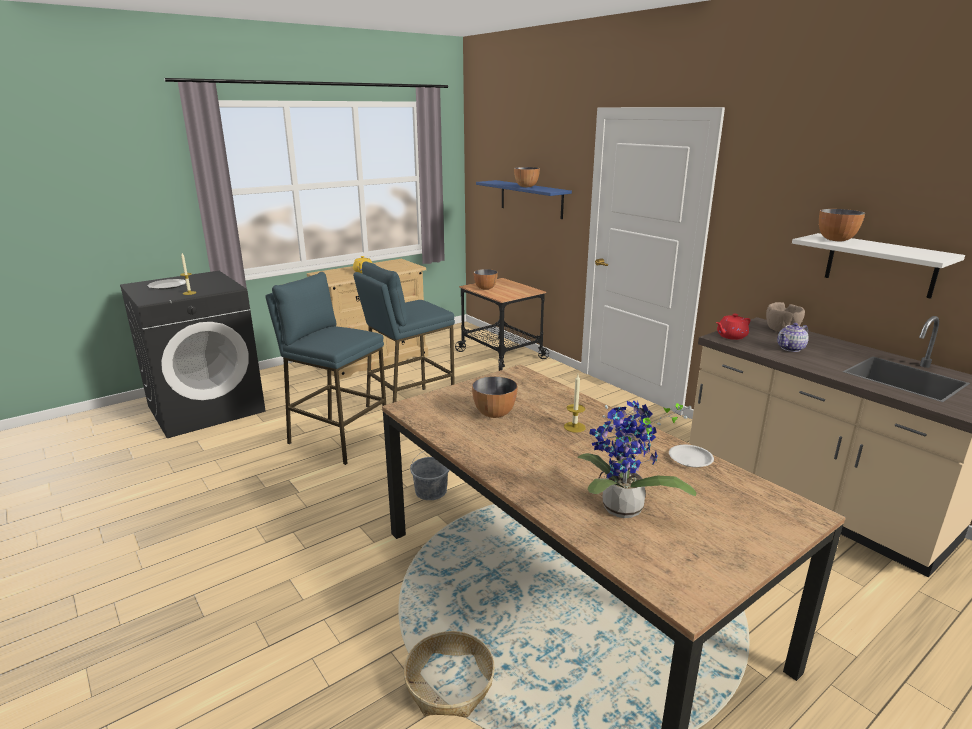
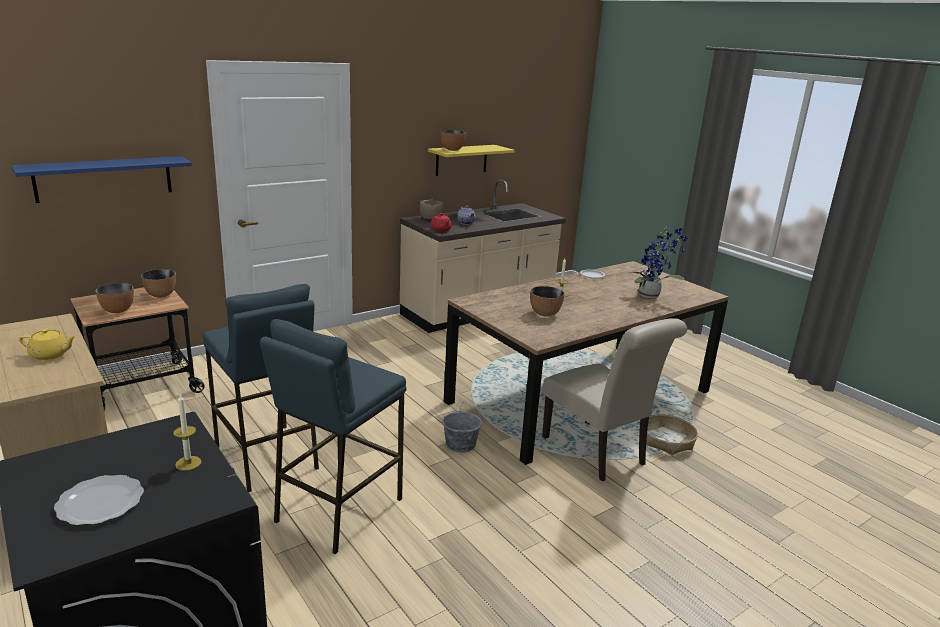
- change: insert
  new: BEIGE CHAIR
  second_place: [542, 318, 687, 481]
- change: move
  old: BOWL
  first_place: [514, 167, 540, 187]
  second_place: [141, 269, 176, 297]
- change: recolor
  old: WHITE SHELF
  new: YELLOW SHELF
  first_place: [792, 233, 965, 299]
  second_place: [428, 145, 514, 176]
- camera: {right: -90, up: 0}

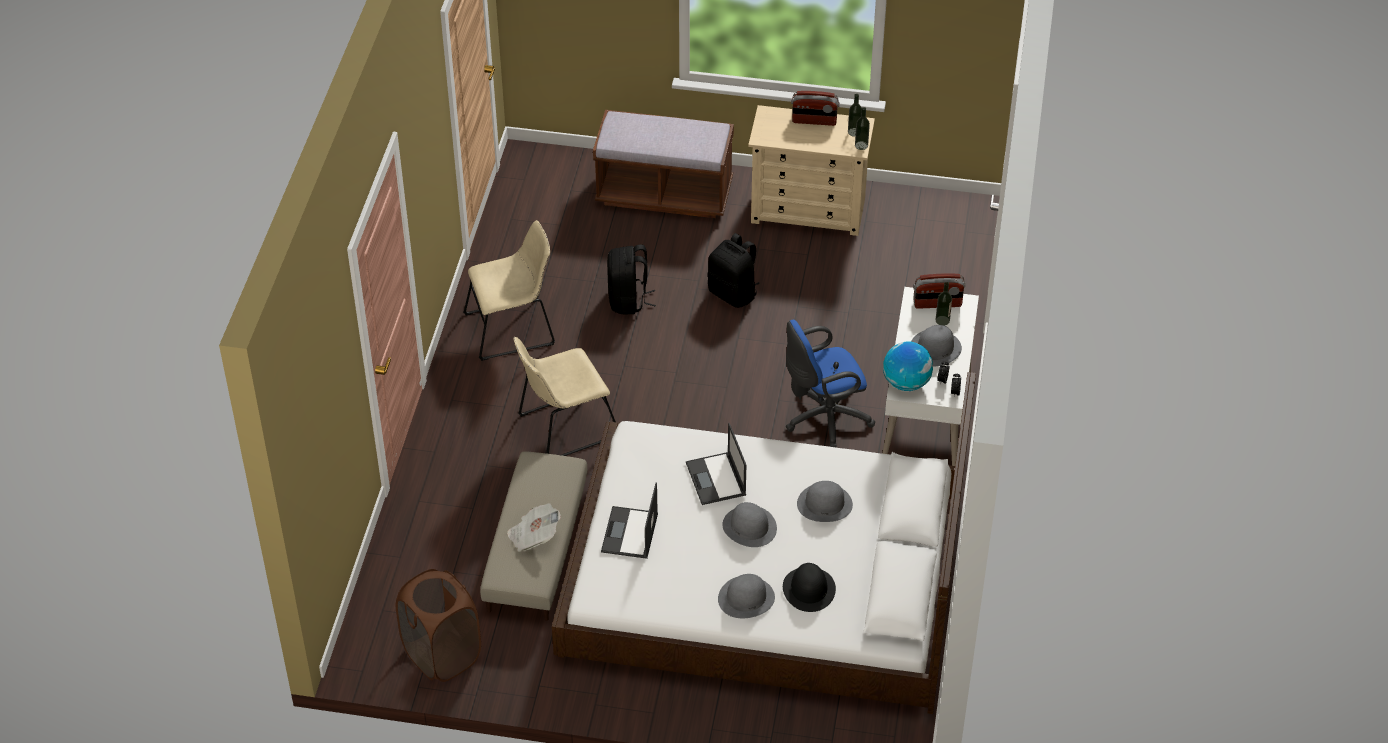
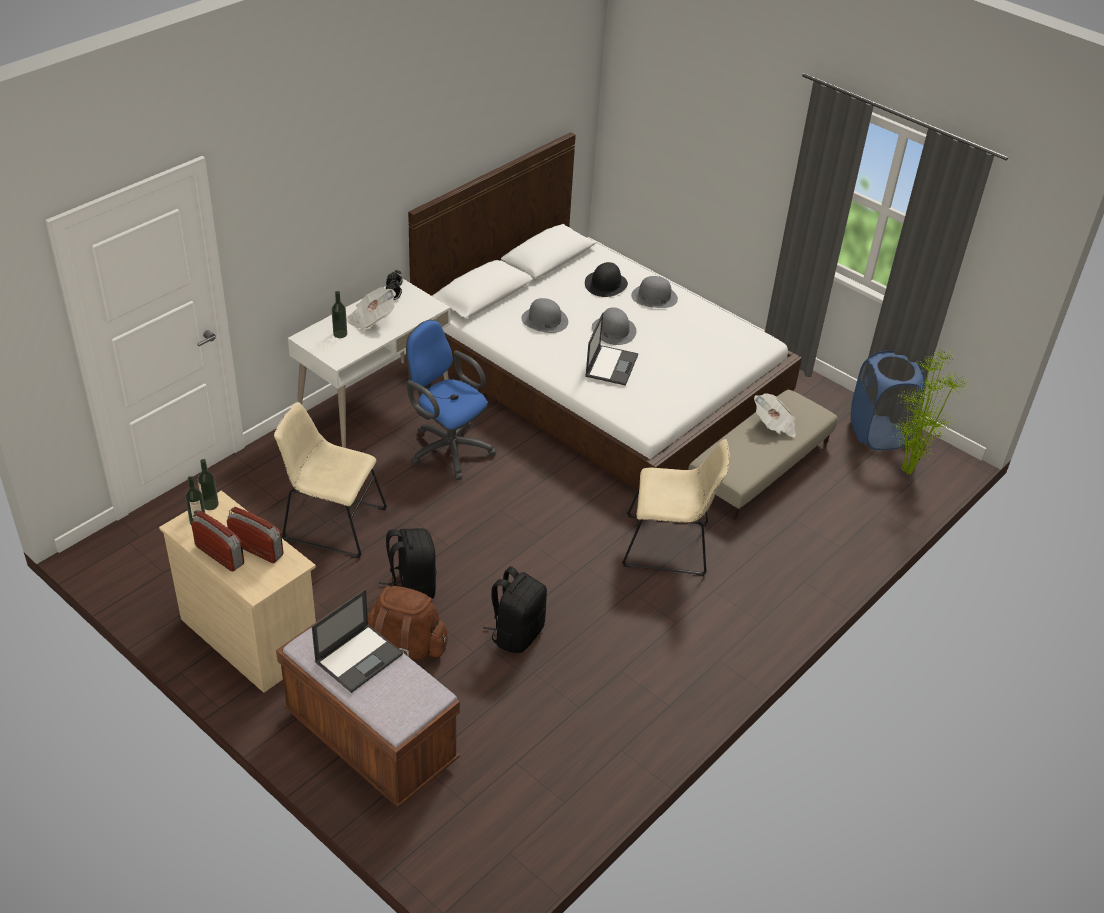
- change: delete
  old: GLOBE
  first_place: [883, 342, 933, 391]
- change: insert
  new: BROWN BACKPACK
  second_place: [368, 586, 448, 661]
- change: insert
  new: POTTED PLANT
  second_place: [893, 349, 968, 475]
- change: move
  old: BEIGE CHAIR
  first_place: [463, 220, 555, 361]
  second_place: [274, 402, 387, 558]
- change: move
  old: LAPTOP
  first_place: [601, 483, 658, 559]
  second_place: [312, 589, 403, 693]
- change: move
  old: RADIO
  first_place: [913, 273, 966, 309]
  second_place: [227, 507, 283, 563]
- change: replace
  old: GREY HAT
  new: NEWSPAPER
  first_place: [911, 325, 962, 367]
  second_place: [346, 287, 396, 331]
- change: recolor
  old: BROWN LAUNDRY BASKET
  new: BLUE LAUNDRY BASKET
  first_place: [396, 569, 481, 682]
  second_place: [851, 351, 925, 450]
- change: rotate
  old: BLUE OFFICE CHAIR
  first_place: [786, 320, 875, 448]
  second_place: [406, 320, 496, 480]
  degrees: -150
- camera: {right: -150, up: -5}

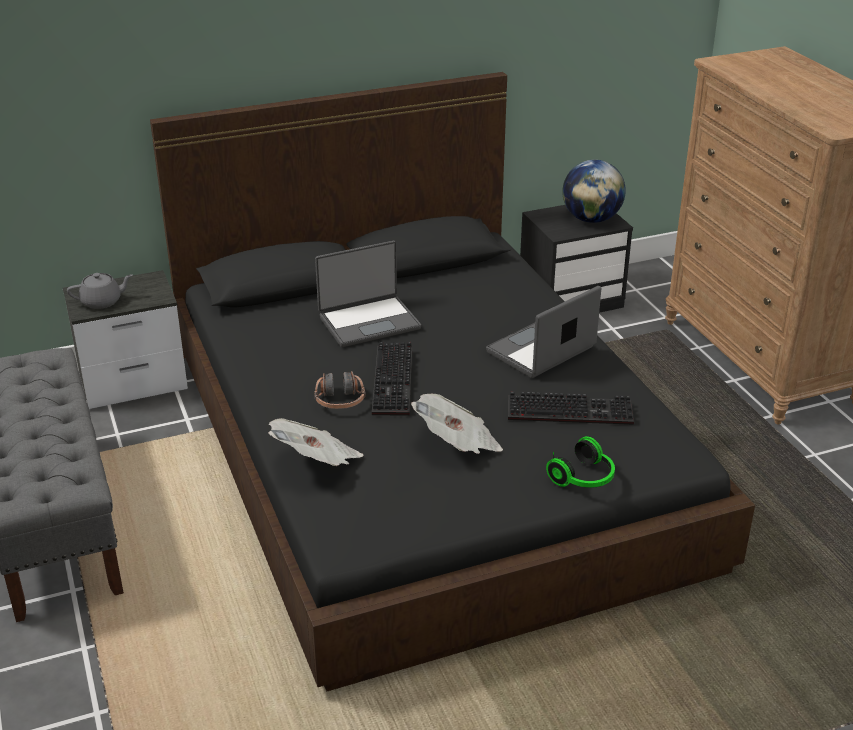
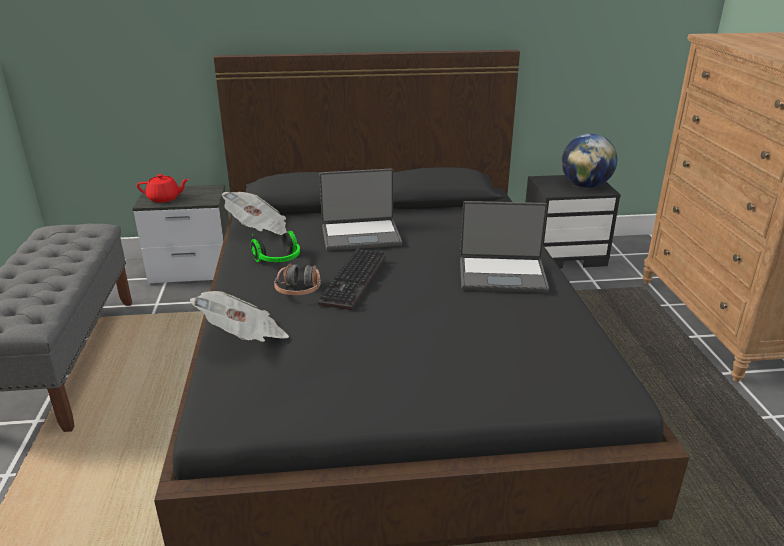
- change: delete
  old: KEYBOARD
  first_place: [508, 391, 634, 425]
- change: move
  old: NEWSPAPER
  first_place: [411, 393, 503, 454]
  second_place: [222, 192, 287, 235]
- change: move
  old: HEADPHONES
  first_place: [546, 436, 615, 488]
  second_place: [251, 231, 300, 262]
- change: recolor
  old: GREY TEAPOT
  new: RED TEAPOT
  first_place: [67, 273, 133, 309]
  second_place: [137, 174, 189, 203]
- change: rotate
  old: LAPTOP
  first_place: [486, 286, 601, 378]
  second_place: [460, 201, 549, 293]
  degrees: -150
- camera: {right: 15, up: -5}

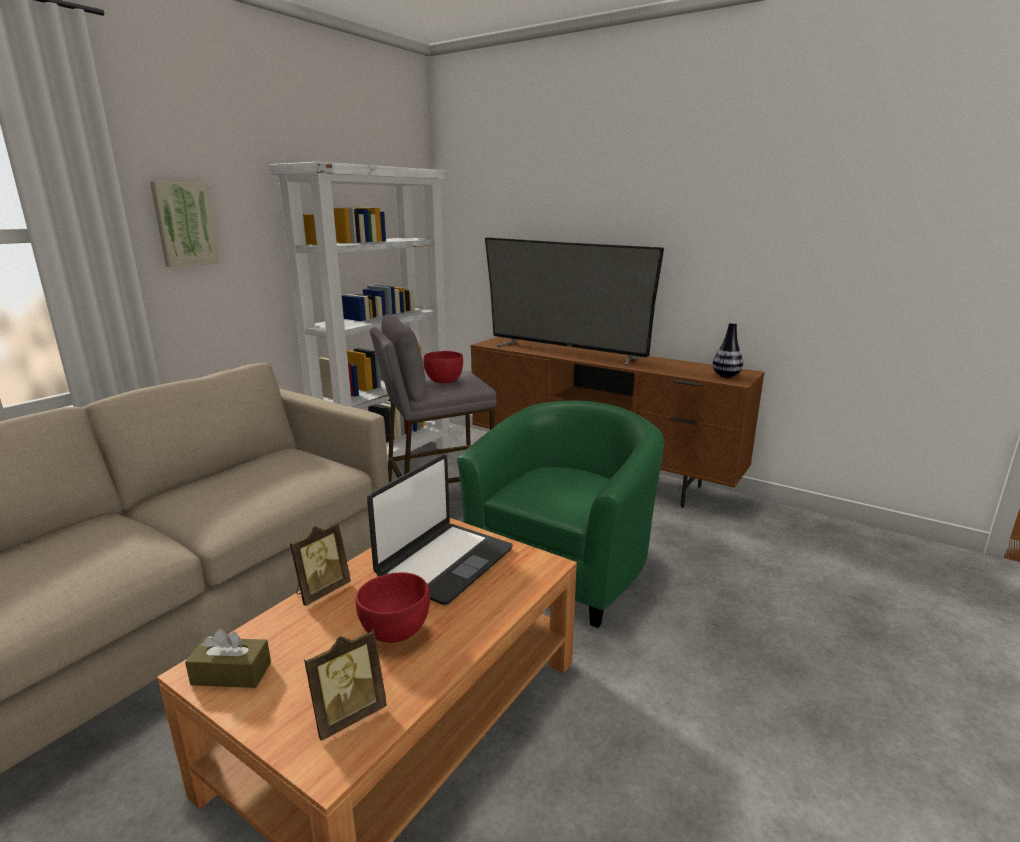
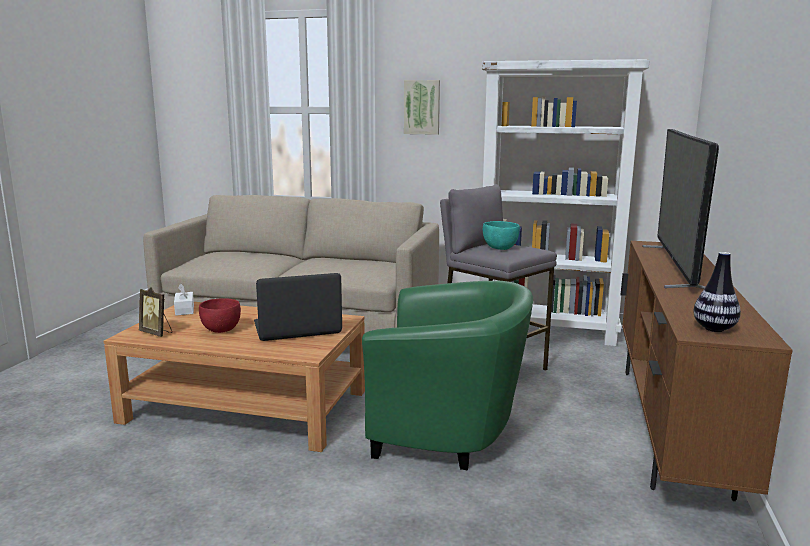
- change: delete
  old: PICTURE FRAME
  first_place: [290, 522, 351, 606]
- change: recolor
  old: BROWN TISSUE BOX
  new: WHITE TISSUE BOX
  first_place: [185, 629, 271, 688]
  second_place: [174, 284, 194, 315]
- change: recolor
  old: RED BOWL
  new: TURQUOISE BOWL
  first_place: [423, 351, 463, 383]
  second_place: [483, 221, 520, 250]
- change: rotate
  old: LAPTOP
  first_place: [367, 454, 513, 605]
  second_place: [254, 273, 342, 341]
  degrees: 150
- camera: {right: 70, up: -5}

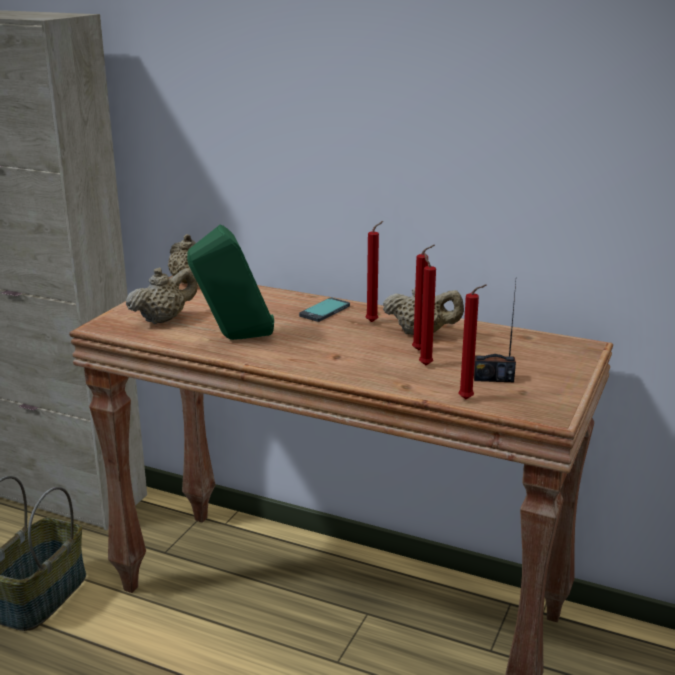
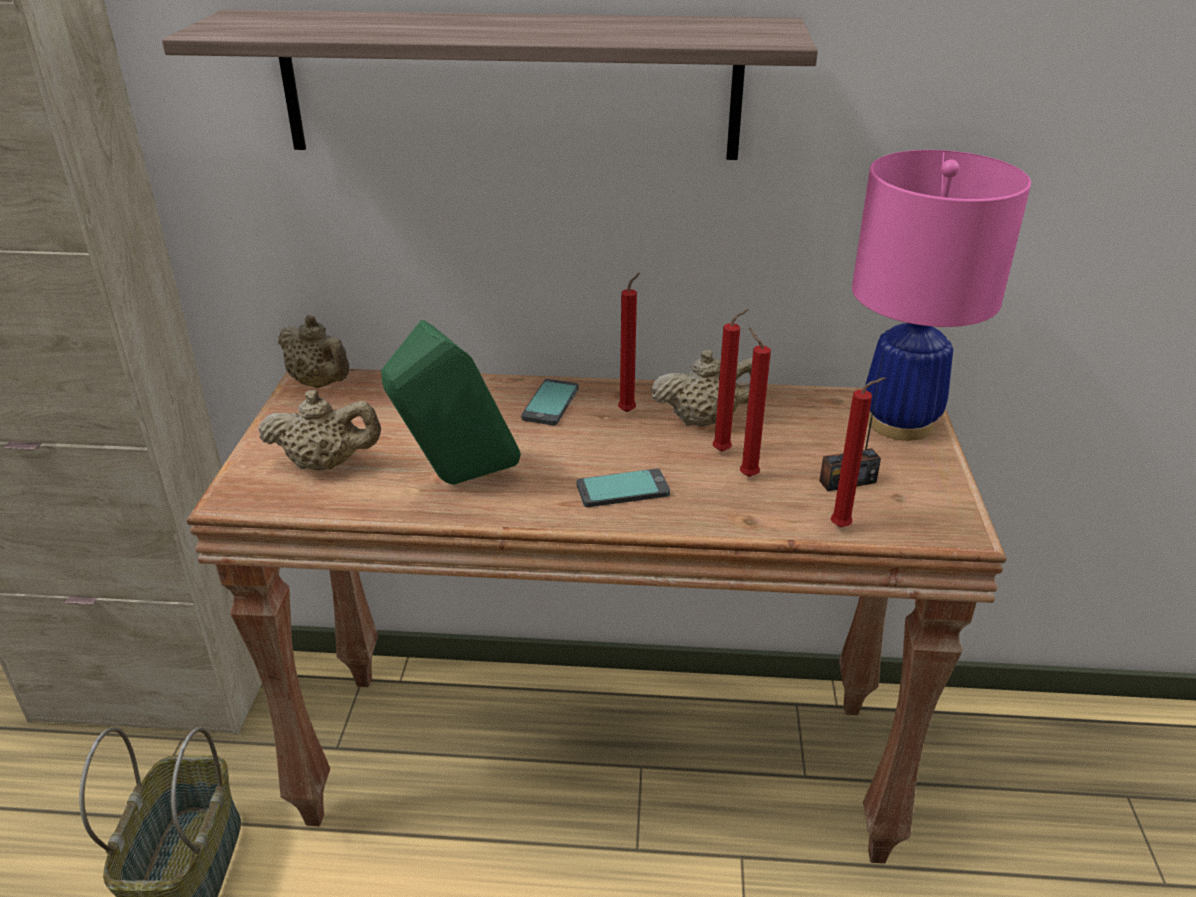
- change: insert
  new: SHELF
  second_place: [162, 9, 818, 160]
- change: insert
  new: PHONE
  second_place: [577, 469, 670, 507]
- change: insert
  new: PINK TABLE LAMP
  second_place: [852, 150, 1031, 441]
- change: rotate
  old: BEIGE TEAPOT
  first_place: [126, 267, 198, 324]
  second_place: [258, 390, 381, 470]
  degrees: 60
- camera: {right: -20, up: 10}

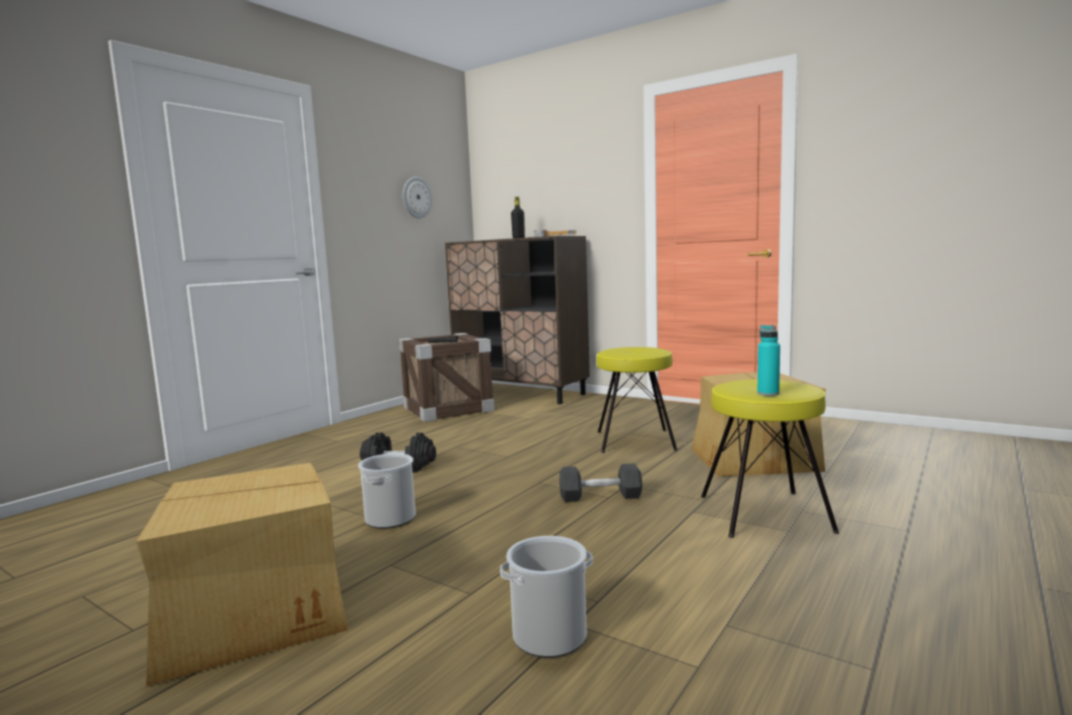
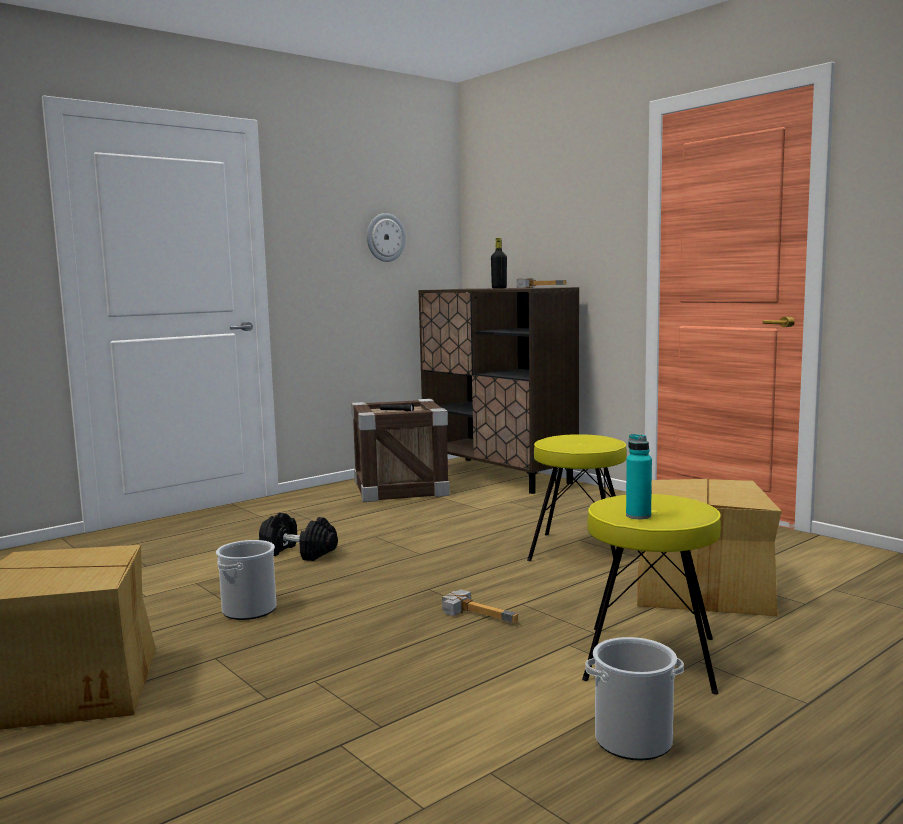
- change: move
  old: BUCKET
  first_place: [500, 536, 593, 658]
  second_place: [585, 637, 684, 761]
- change: replace
  old: GREY DUMBBELL
  new: HAMMER
  first_place: [559, 463, 642, 502]
  second_place: [442, 589, 518, 623]
- camera: {right: 15, up: 0}

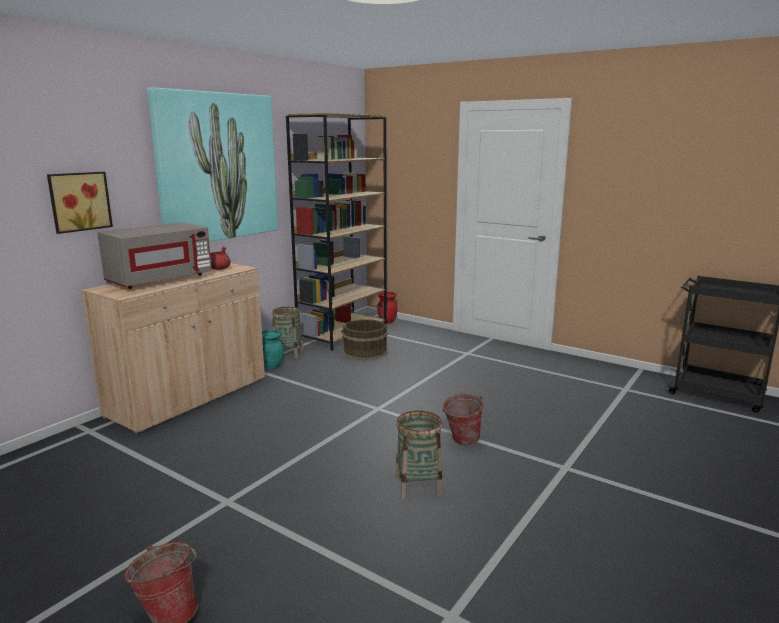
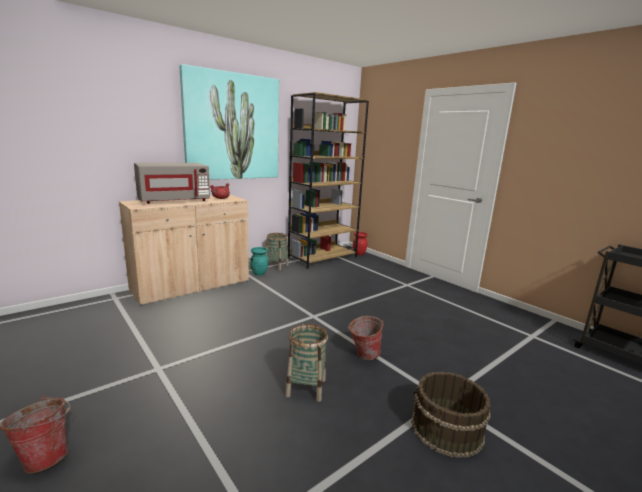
- change: delete
  old: PICTURE
  first_place: [47, 172, 113, 234]
- change: move
  old: BROWN BUCKET
  first_place: [342, 319, 388, 360]
  second_place: [411, 372, 490, 458]
- camera: {right: 15, up: 0}

